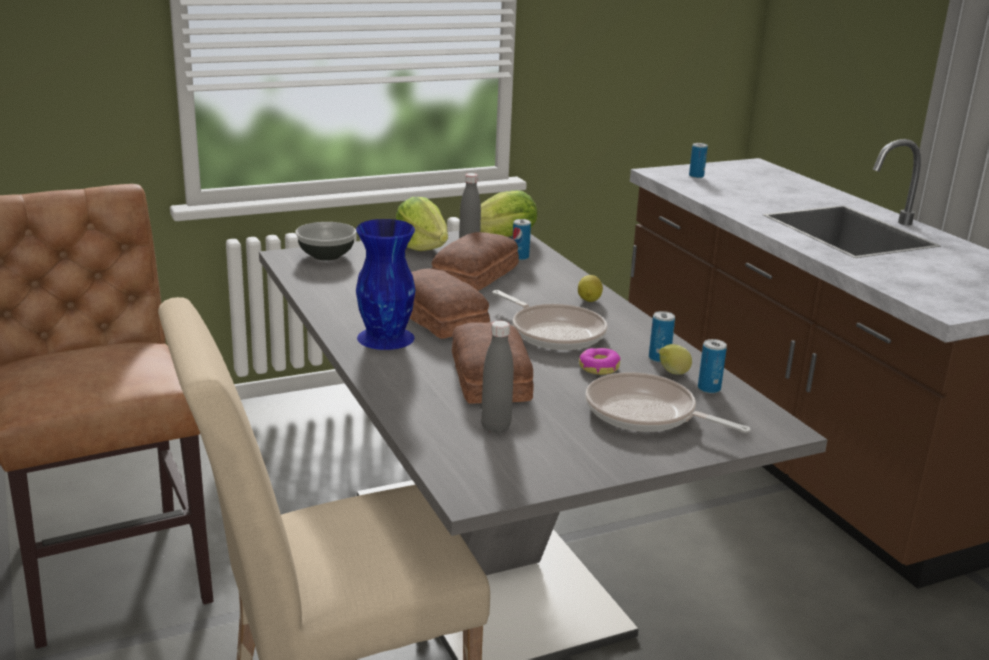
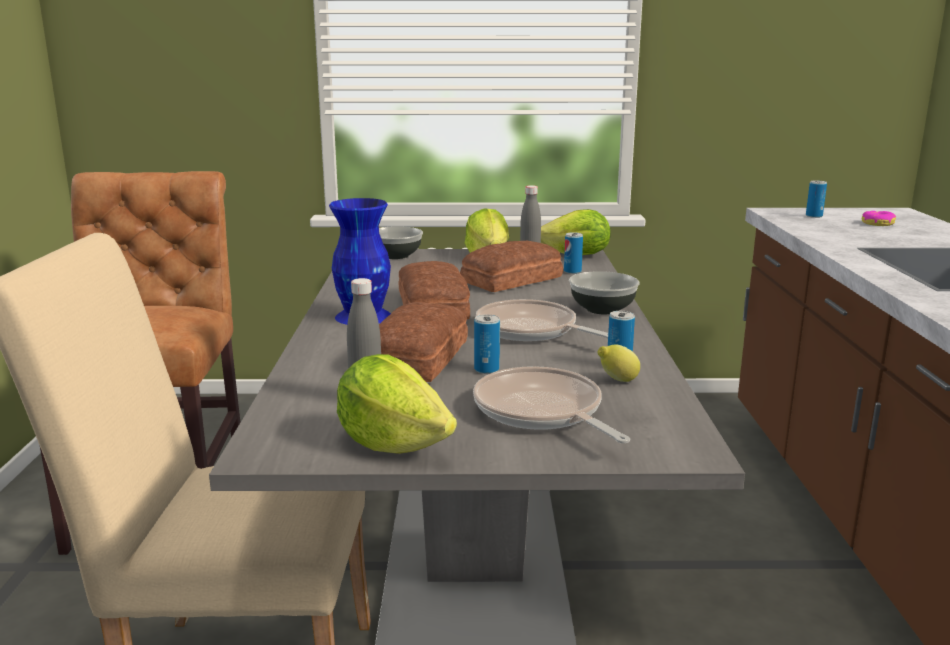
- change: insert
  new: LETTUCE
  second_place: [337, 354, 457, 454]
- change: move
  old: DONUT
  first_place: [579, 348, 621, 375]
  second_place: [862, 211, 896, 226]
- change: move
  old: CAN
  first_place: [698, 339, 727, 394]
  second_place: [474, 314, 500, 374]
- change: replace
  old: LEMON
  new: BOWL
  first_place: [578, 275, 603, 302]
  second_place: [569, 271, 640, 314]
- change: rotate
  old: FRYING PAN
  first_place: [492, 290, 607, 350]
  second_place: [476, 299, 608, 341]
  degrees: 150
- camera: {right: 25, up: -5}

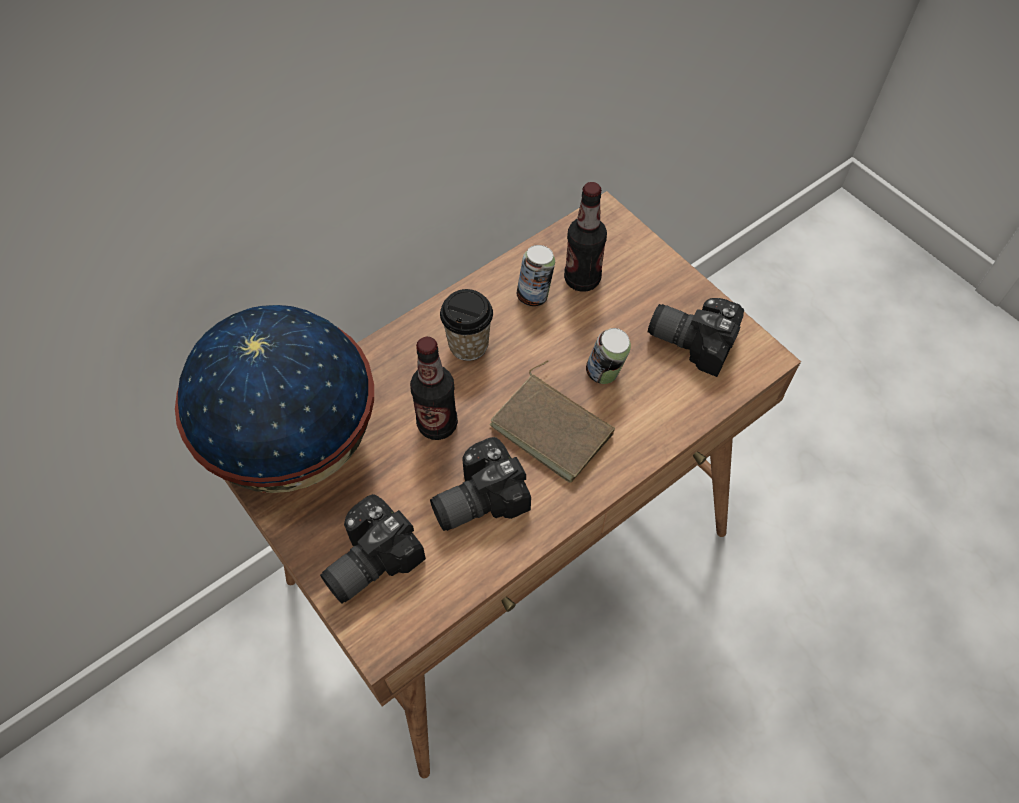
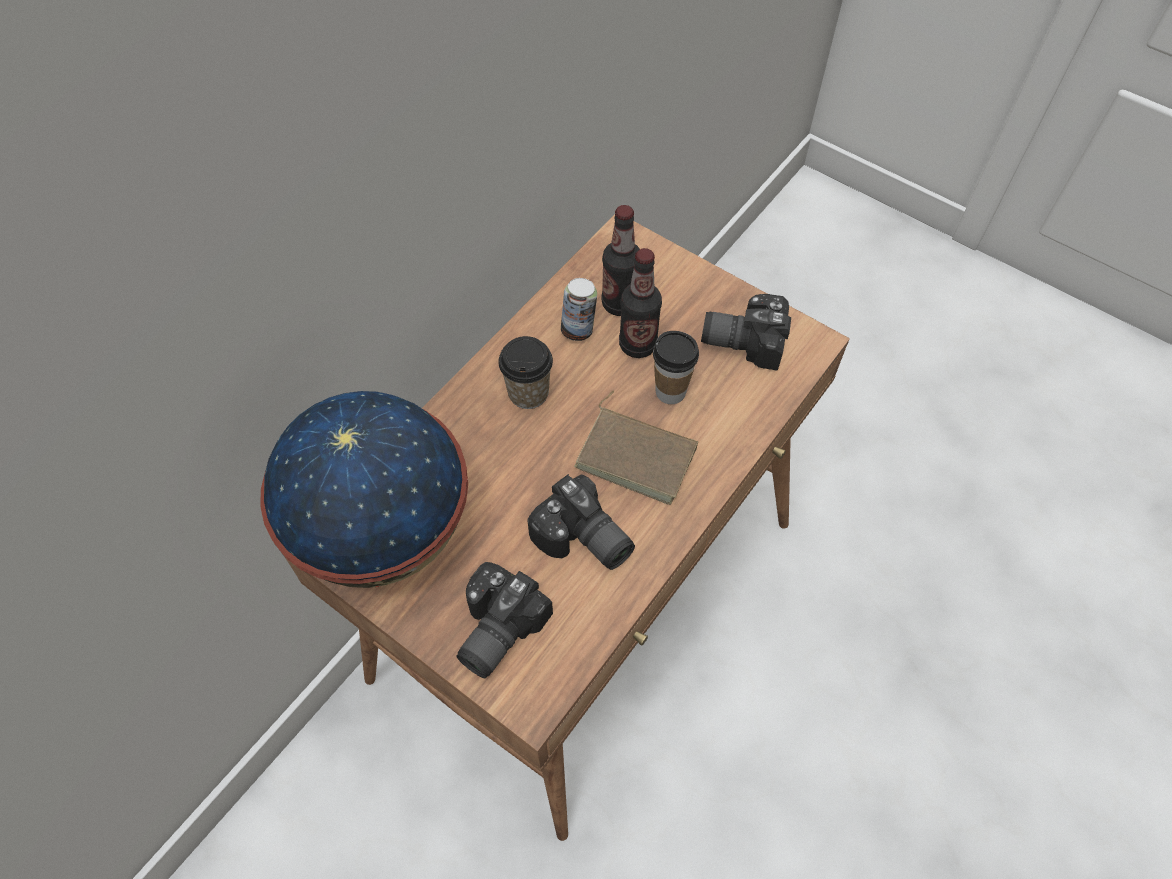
- change: move
  old: BOTTLE
  first_place: [410, 337, 458, 440]
  second_place: [619, 248, 662, 358]
- change: replace
  old: CAN
  new: CUP
  first_place: [586, 328, 631, 384]
  second_place: [653, 331, 699, 404]
- change: rotate
  old: PHOTO CAMERA
  first_place: [430, 437, 531, 531]
  second_place: [527, 474, 635, 570]
  degrees: -90
- camera: {right: -15, up: 0}

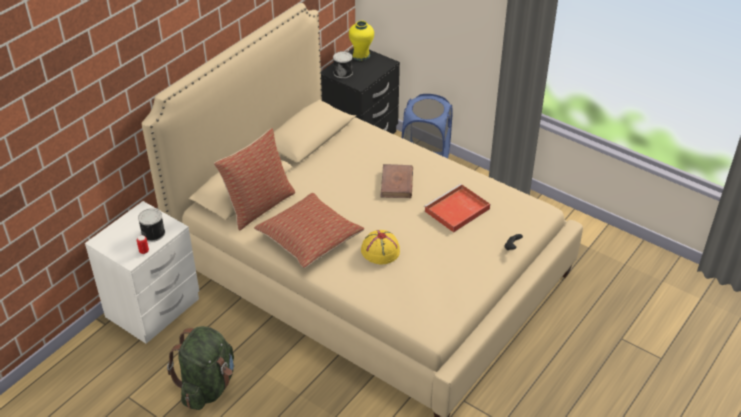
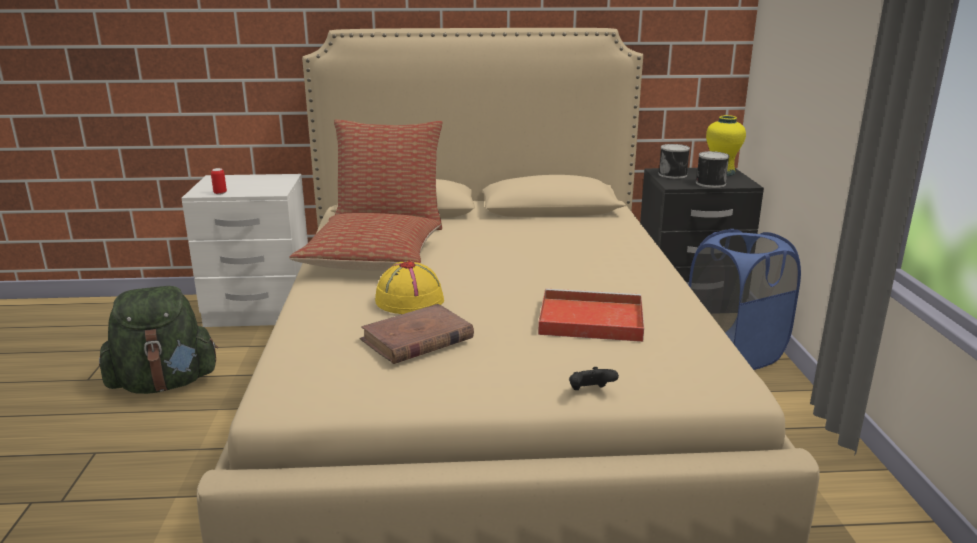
- change: move
  old: CAN
  first_place: [138, 208, 165, 242]
  second_place: [696, 151, 729, 188]
- change: move
  old: BROWN BOOK
  first_place: [380, 164, 413, 198]
  second_place: [360, 304, 474, 364]
- camera: {right: 50, up: -20}

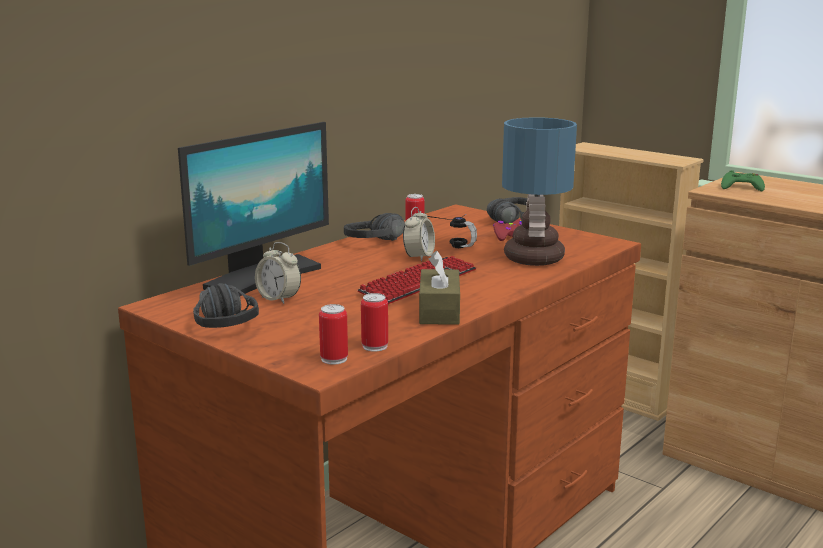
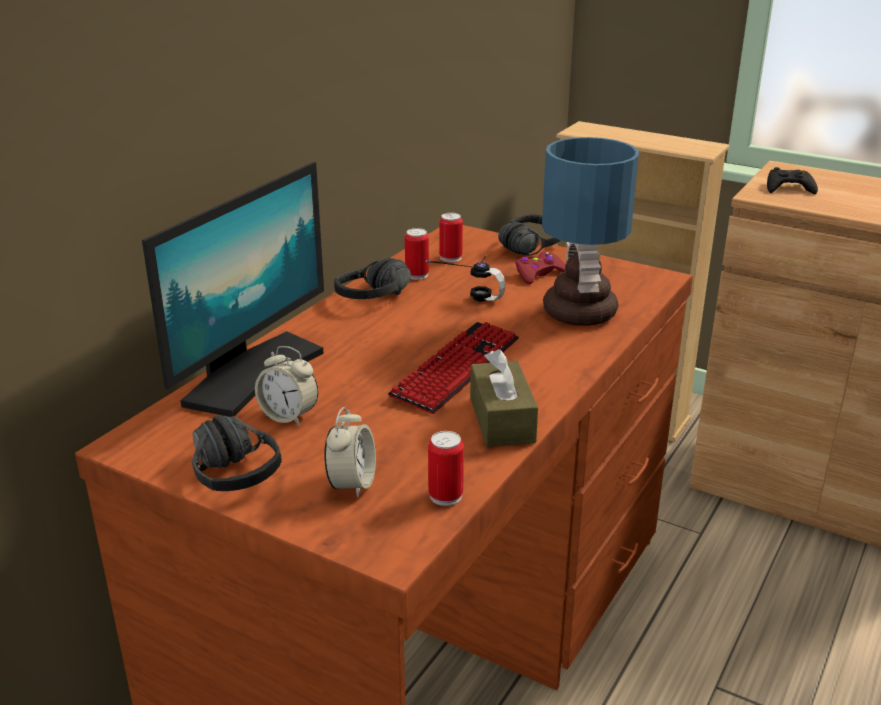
- change: move
  old: CAN
  first_place: [319, 304, 348, 365]
  second_place: [439, 213, 463, 262]
- change: move
  old: ALARM CLOCK
  first_place: [403, 207, 435, 261]
  second_place: [324, 407, 376, 498]
- change: recolor
  old: GREEN GAME CONTROLLER
  new: BLACK GAME CONTROLLER
  first_place: [721, 170, 765, 191]
  second_place: [767, 167, 818, 194]
- camera: {right: -10, up: 10}

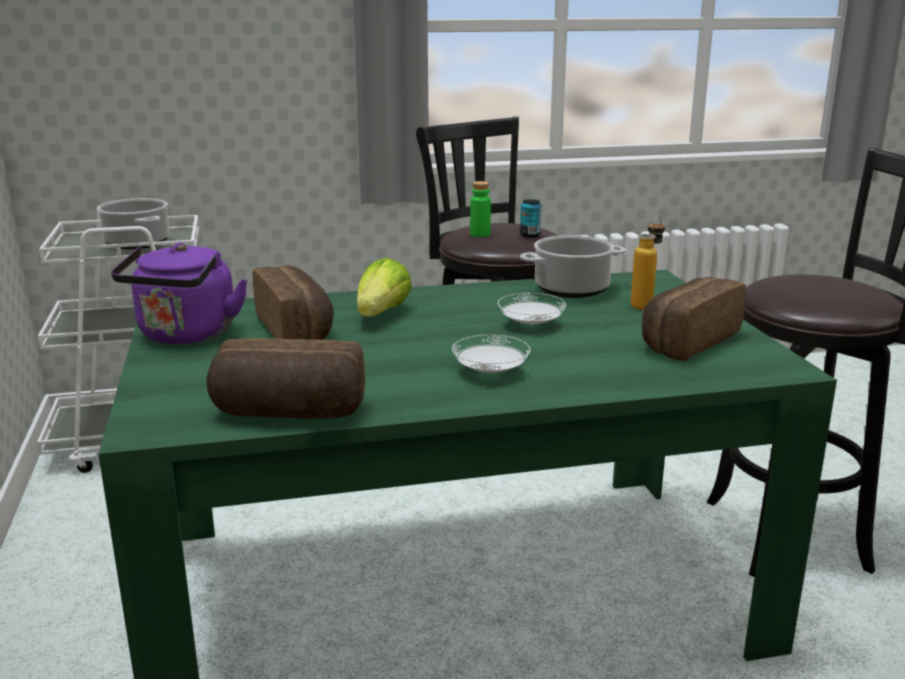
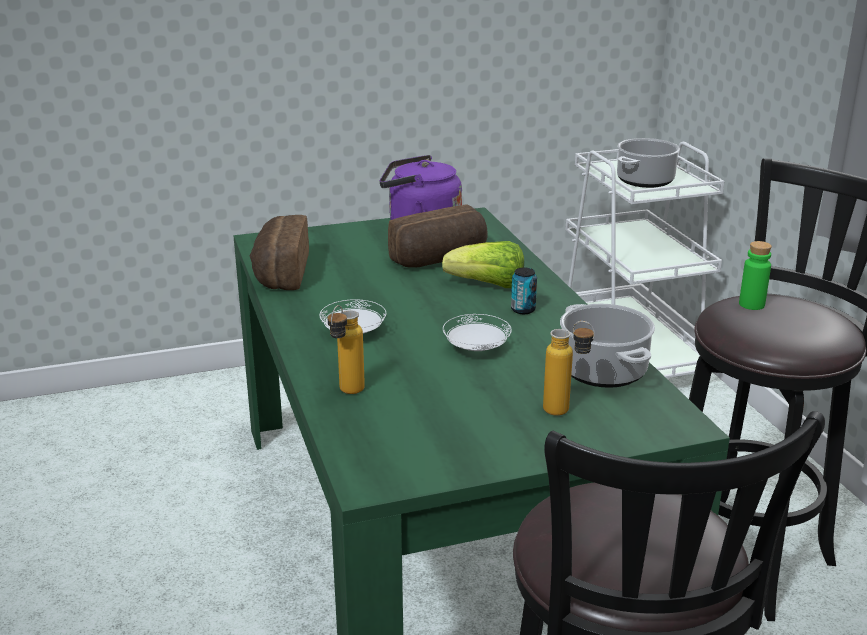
- change: delete
  old: BREAD
  first_place: [642, 277, 746, 361]
- change: insert
  new: BOTTLE
  second_place: [328, 305, 365, 394]
- change: move
  old: CAN
  first_place: [520, 199, 542, 238]
  second_place: [511, 267, 537, 314]
- camera: {right: 85, up: 5}

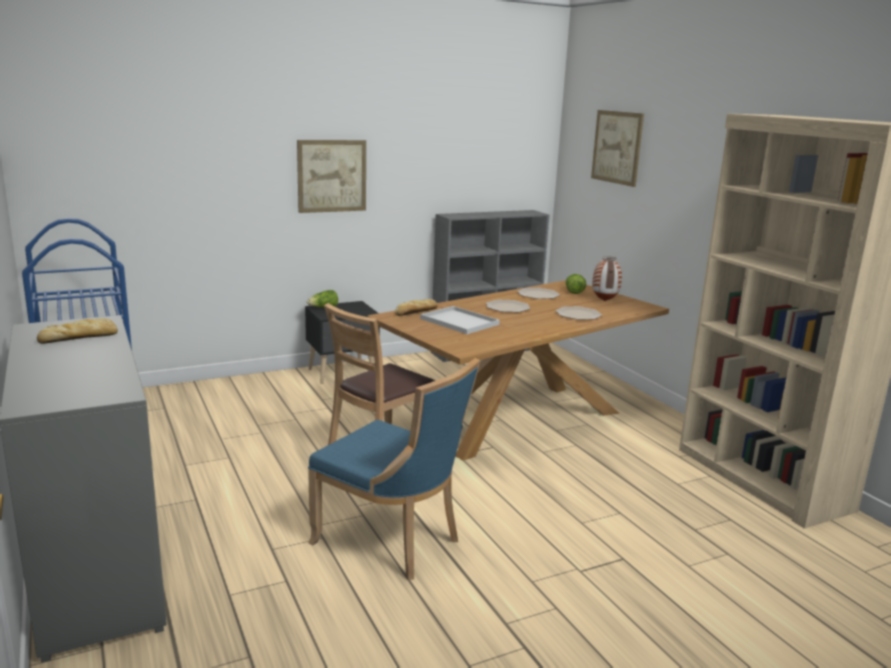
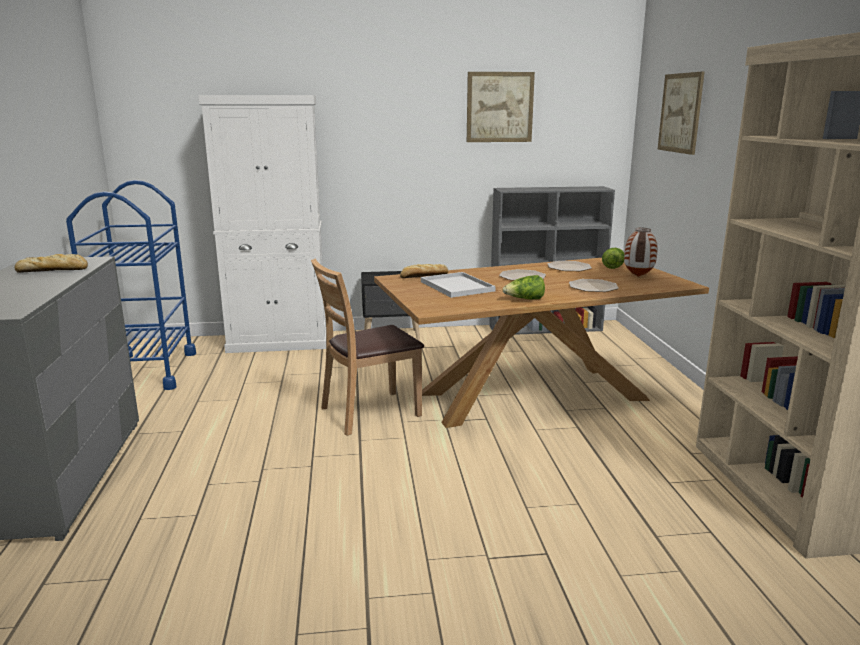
- change: delete
  old: BLUE CHAIR
  first_place: [308, 358, 480, 580]
- change: insert
  new: WHITE CABINET
  second_place: [198, 95, 326, 353]
- change: move
  old: PICTURE
  first_place: [297, 140, 366, 213]
  second_place: [467, 72, 535, 142]
- change: move
  old: LETTUCE
  first_place: [307, 290, 338, 308]
  second_place: [503, 275, 545, 299]
- camera: {right: 20, up: 0}

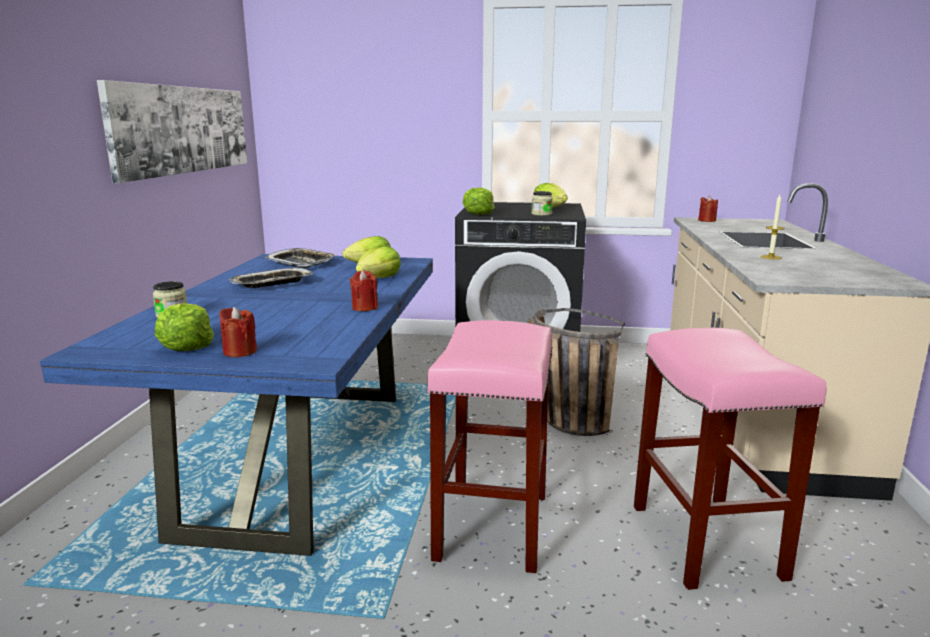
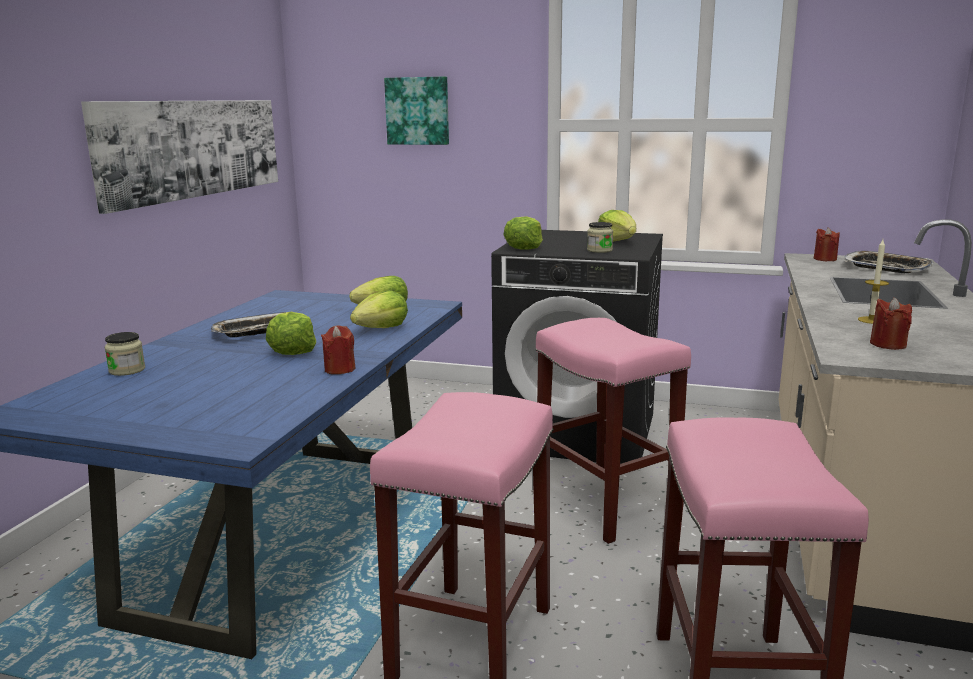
- change: insert
  new: PICTURE
  second_place: [384, 76, 449, 145]
- change: move
  old: LETTUCE
  first_place: [155, 303, 214, 351]
  second_place: [266, 312, 316, 355]
- change: move
  old: RED CANDLE
  first_place: [219, 307, 257, 358]
  second_place: [870, 297, 912, 350]
- change: move
  old: TRAY
  first_place: [264, 248, 335, 268]
  second_place: [844, 251, 933, 273]
- change: replace
  old: BASKET
  new: PINK STOOL
  first_place: [528, 308, 625, 436]
  second_place: [536, 318, 691, 544]
- camera: {right: 10, up: 0}

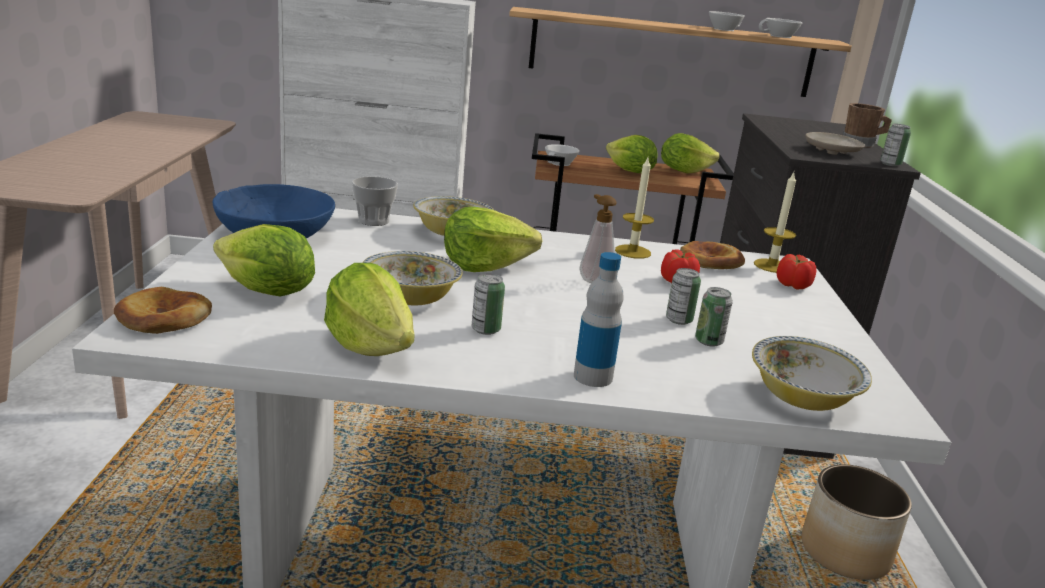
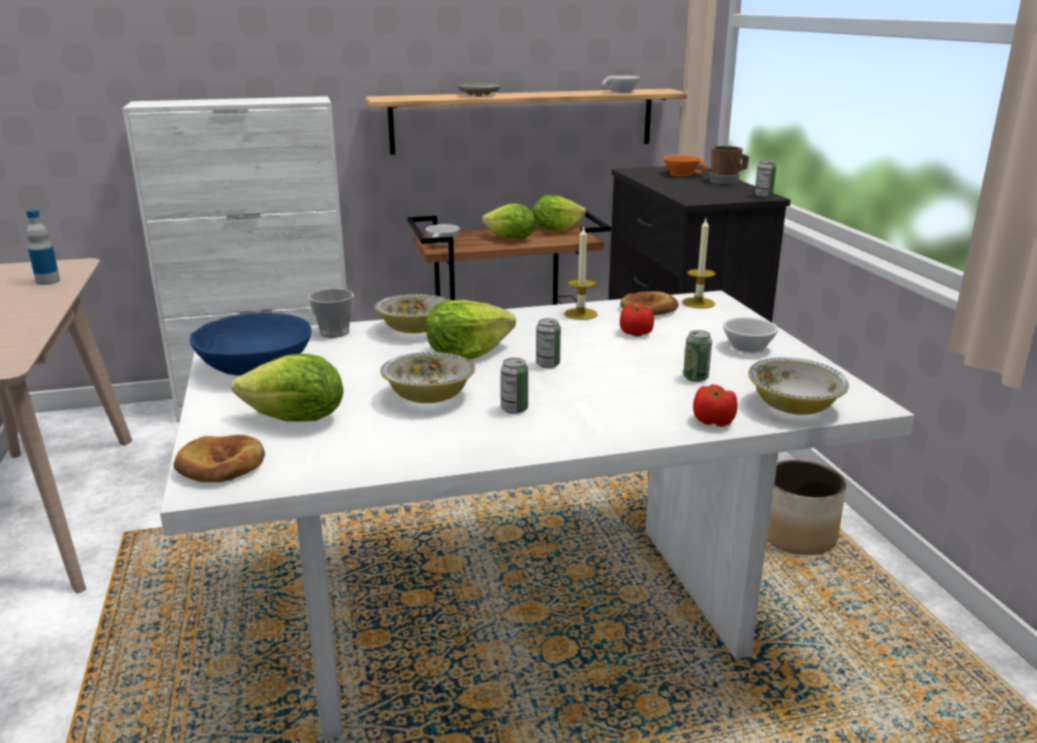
- change: delete
  old: LETTUCE
  first_place: [324, 263, 415, 356]
- change: delete
  old: SOAP DISPENSER
  first_place: [579, 194, 617, 283]
- change: insert
  new: ORANGE CUP
  second_place: [663, 155, 706, 176]
- change: move
  old: BOTTLE
  first_place: [574, 252, 624, 387]
  second_place: [26, 209, 60, 285]
- change: move
  old: CAN
  first_place: [666, 268, 701, 325]
  second_place: [536, 318, 561, 368]
- change: move
  old: WHITE CUP
  first_place: [709, 11, 745, 31]
  second_place: [723, 317, 778, 354]
- change: move
  old: TOMATO
  first_place: [777, 254, 816, 290]
  second_place: [693, 384, 737, 427]
- change: move
  old: BEIGE PLATE
  first_place: [805, 132, 866, 155]
  second_place: [458, 83, 501, 96]
- camera: {right: -15, up: 0}

